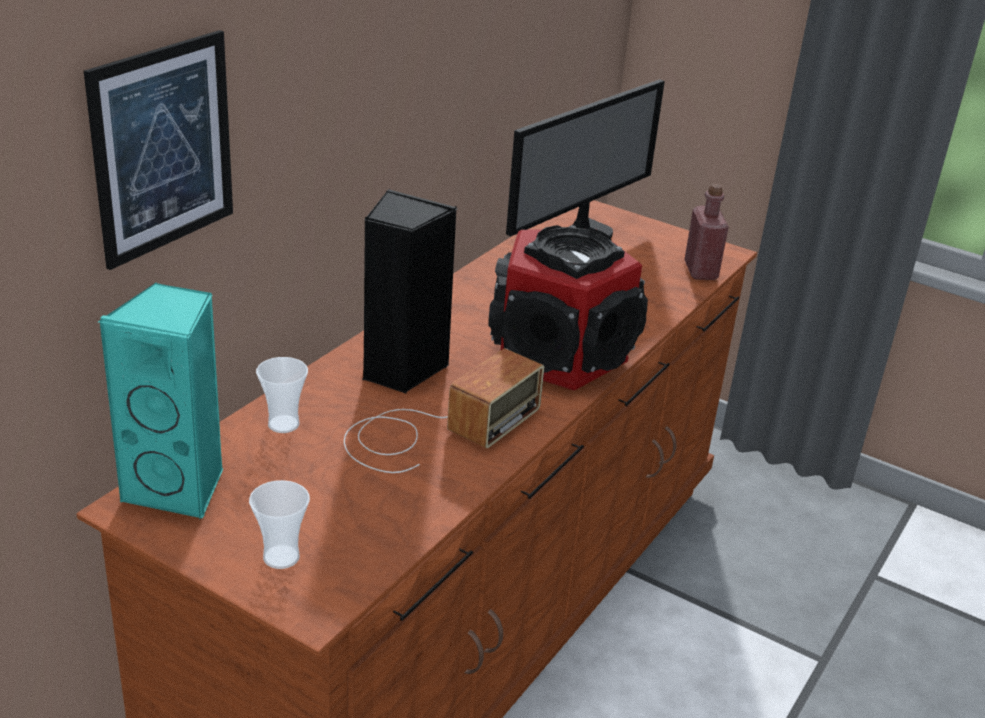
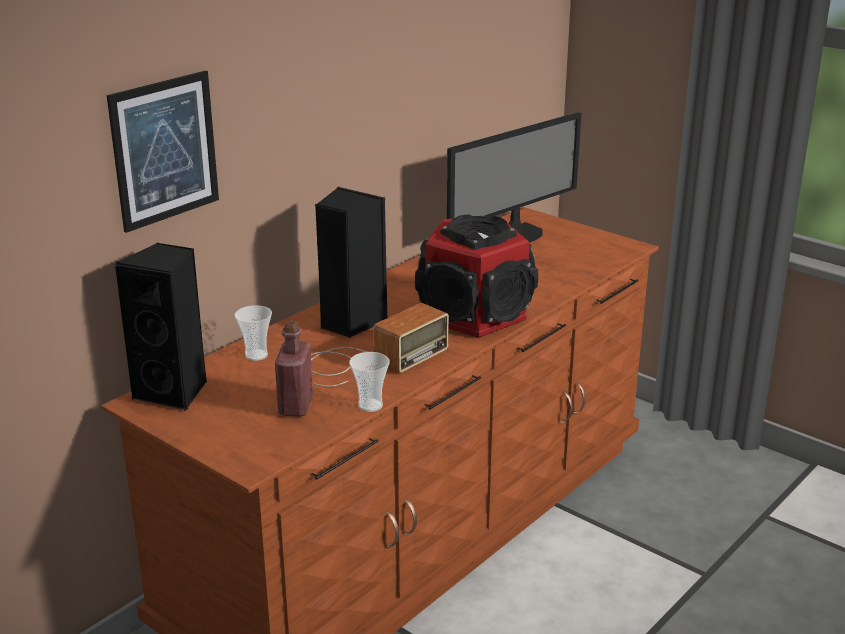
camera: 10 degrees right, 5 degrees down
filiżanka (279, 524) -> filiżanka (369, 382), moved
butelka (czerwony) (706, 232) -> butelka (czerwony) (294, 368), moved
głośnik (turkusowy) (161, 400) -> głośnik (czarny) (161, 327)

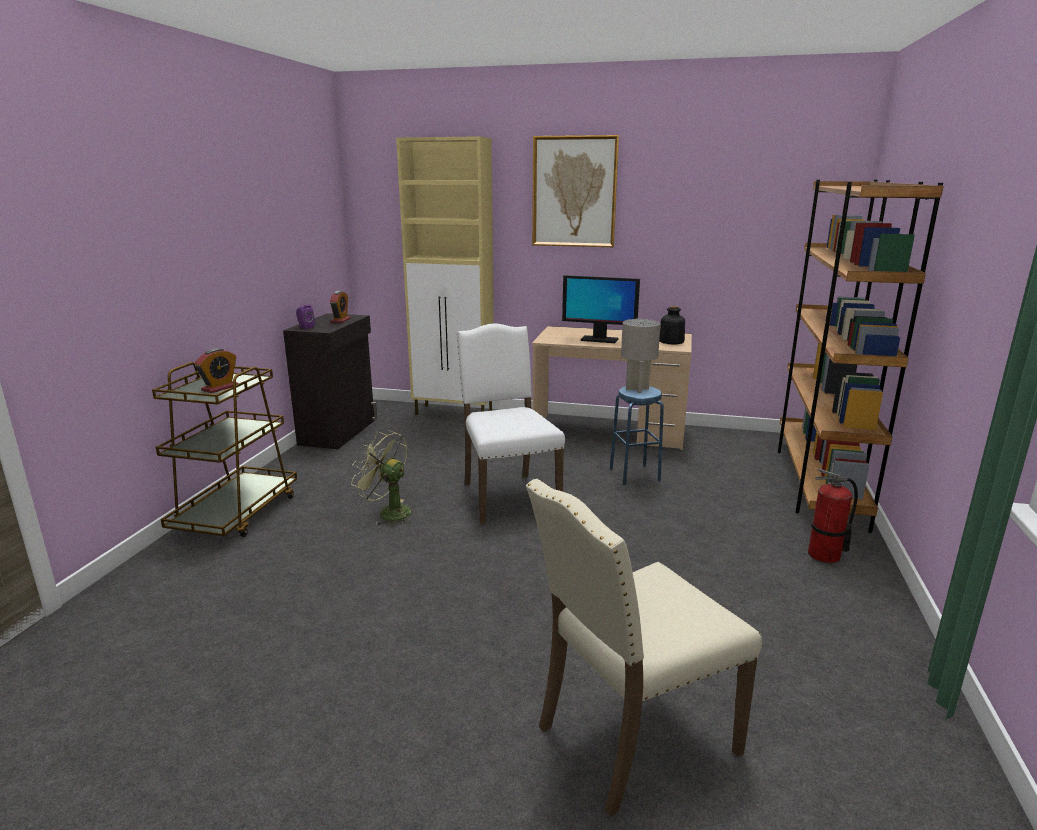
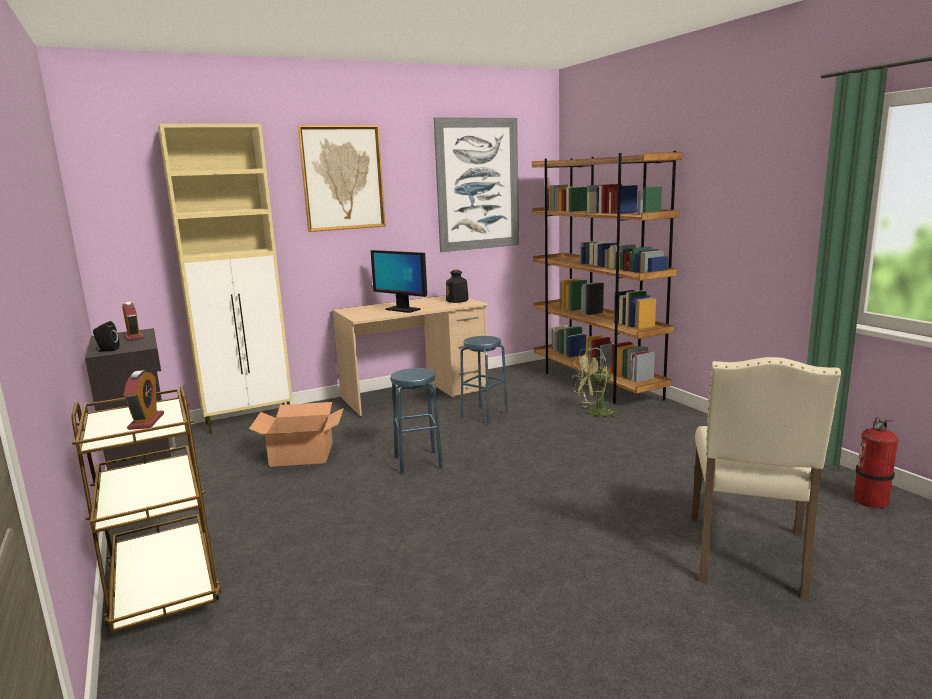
camera: 40 degrees left, 5 degrees down
lampa stołowa (szary) (641, 356) -> none
none -> karton (296, 434)
none -> obraz (476, 184)
wentylator (zielony) (381, 478) -> wentylator (zielony) (597, 384), moved
gaśnica (833, 515) -> gaśnica (876, 463), moved
krzesło (biały) (511, 424) -> stołek (niebieski) (417, 421)
głośnik (fioletowy) (305, 317) -> głośnik (czarny) (106, 336)
monitor (601, 309) -> monitor (398, 281), 60 degrees clockwise

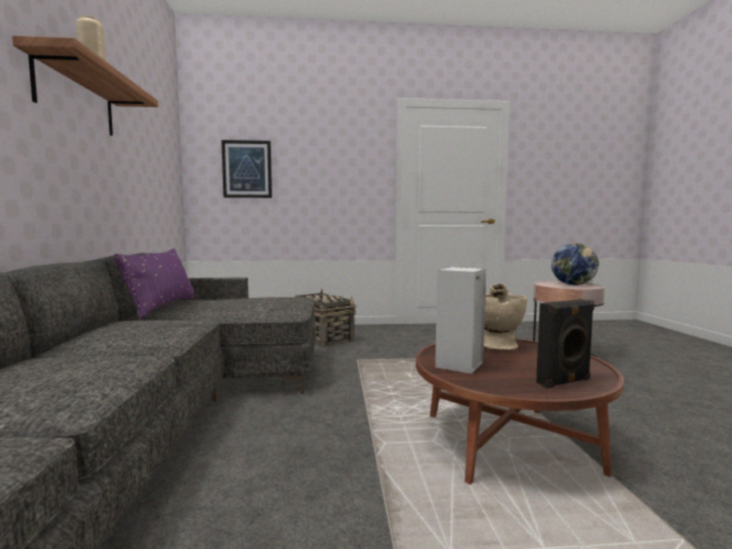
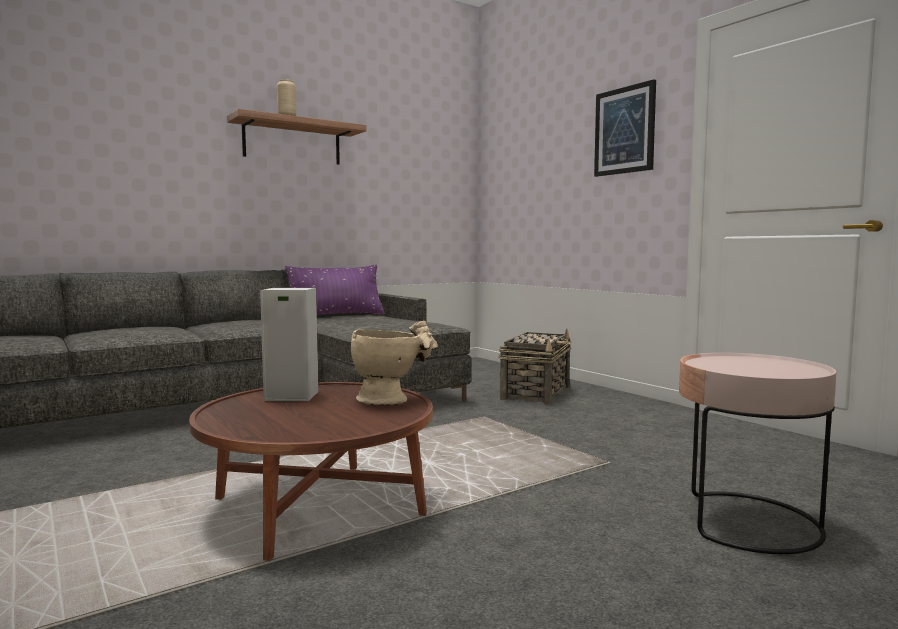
camera: 60 degrees right, 0 degrees up
głośnik (czarny) (565, 343) -> none
globus (575, 264) -> none
obraz (246, 169) -> obraz (625, 128), moved

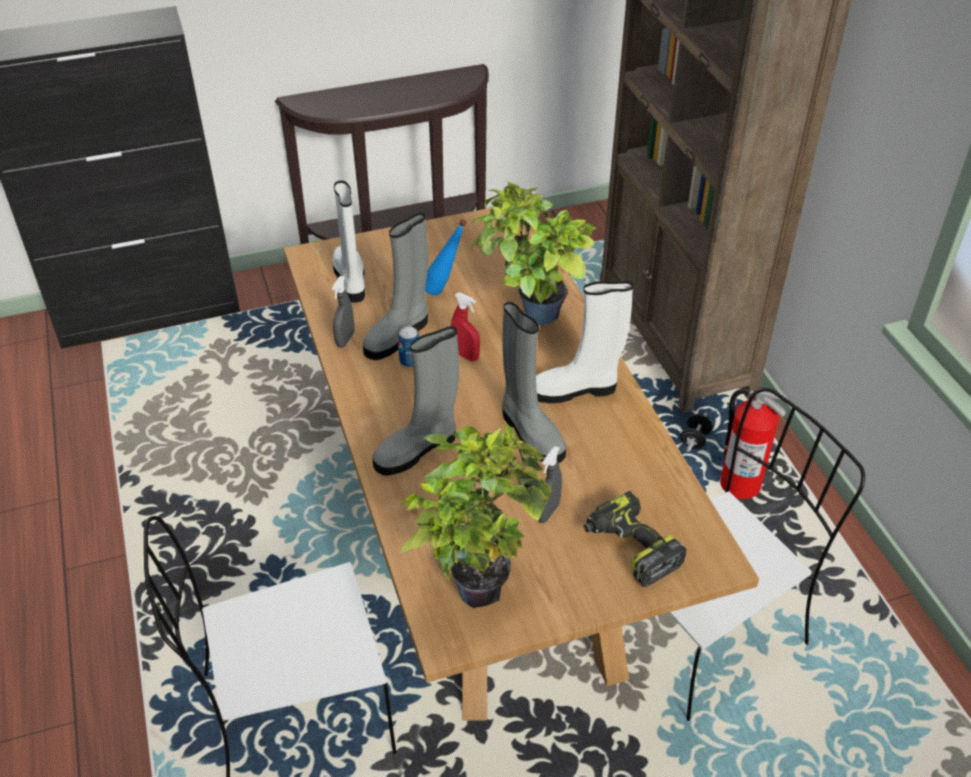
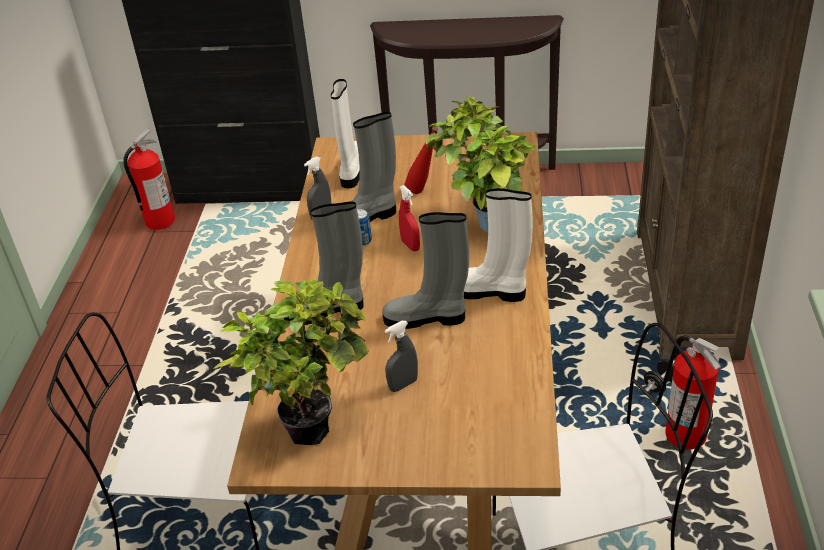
camera: 25 degrees right, 5 degrees down
wiertarka (635, 539) -> none
none -> gaśnica (149, 179)
butelka (niebieski) (446, 257) -> butelka (czerwony) (421, 160)
but z cholewką (szary) (534, 382) -> but z cholewką (szary) (425, 270), 105 degrees clockwise

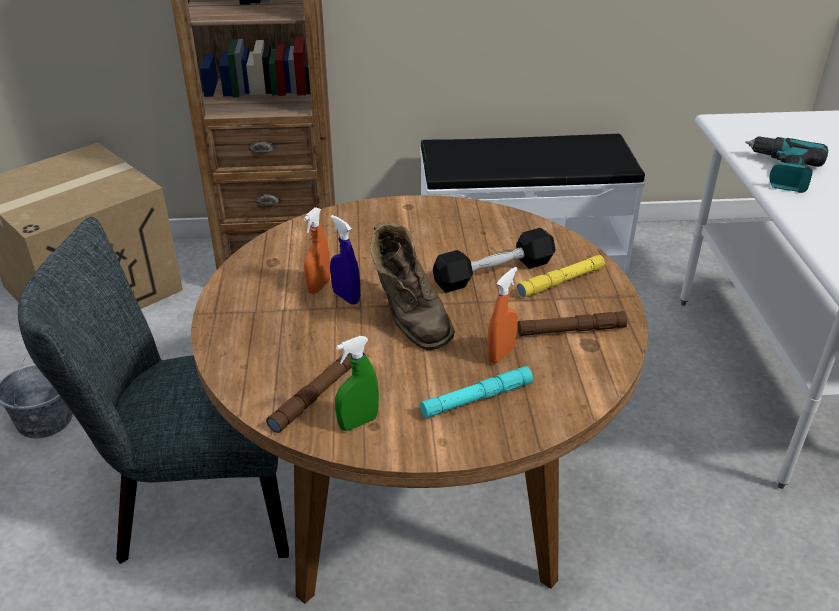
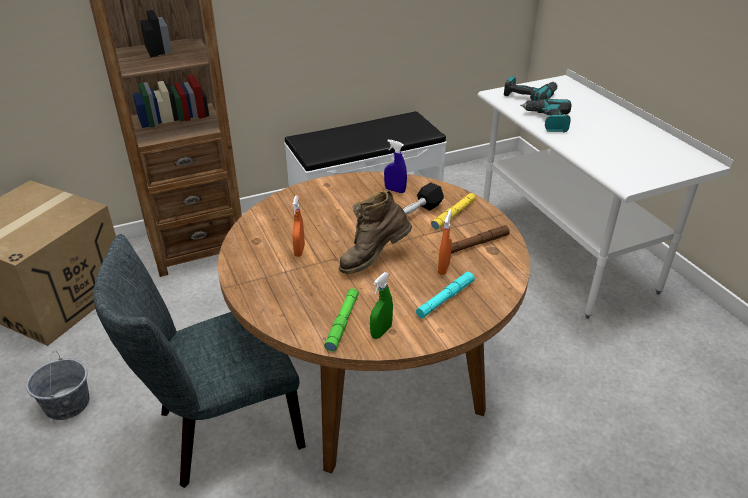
camera: 20 degrees left, 0 degrees up
none -> wiertarka (531, 88)
spryskiwacz (niebieski) (345, 260) -> spryskiwacz (niebieski) (395, 166), moved
latarka (brązowy) (309, 393) -> latarka (zielony) (341, 320)
but z cholewką (brązowy) (412, 286) -> but z cholewką (brązowy) (375, 232), 105 degrees clockwise

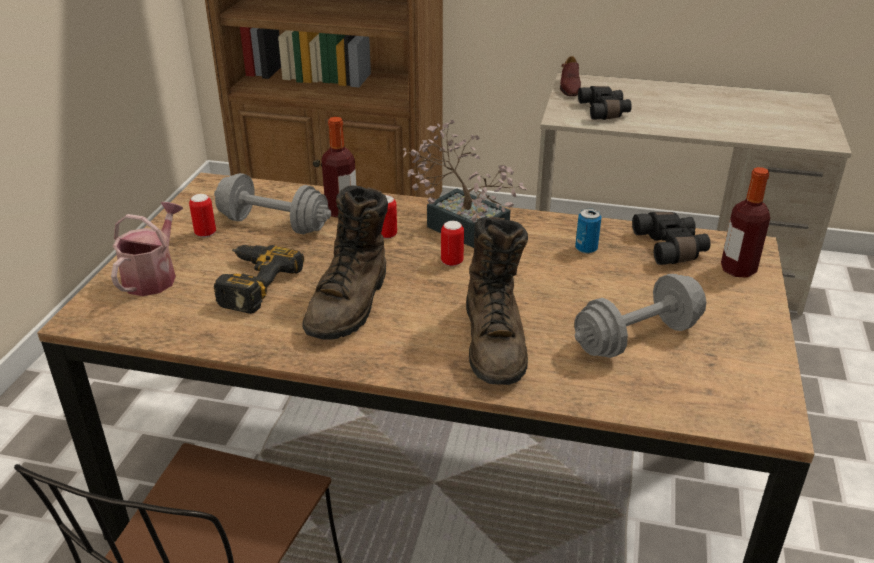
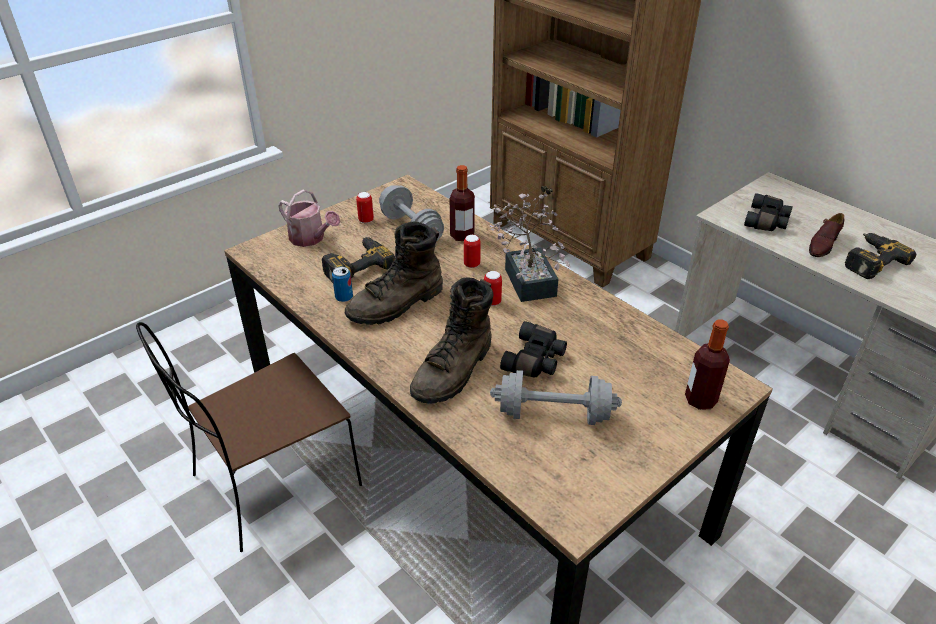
camera: 35 degrees right, 5 degrees up
none -> wiertarka (880, 256)
but (brązowy) (570, 76) -> but (brązowy) (826, 235), moved
puszka (588, 231) -> puszka (342, 284), moved
lornetka (czarny) (671, 238) -> lornetka (czarny) (533, 349), moved
konewka (147, 249) -> konewka (309, 218), 75 degrees clockwise

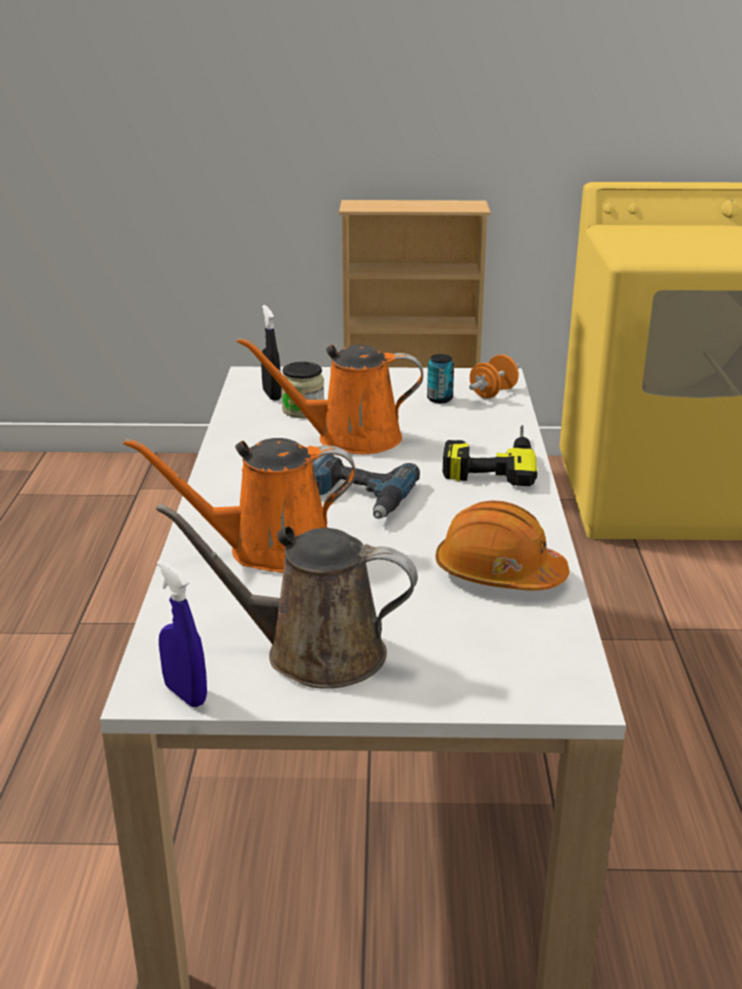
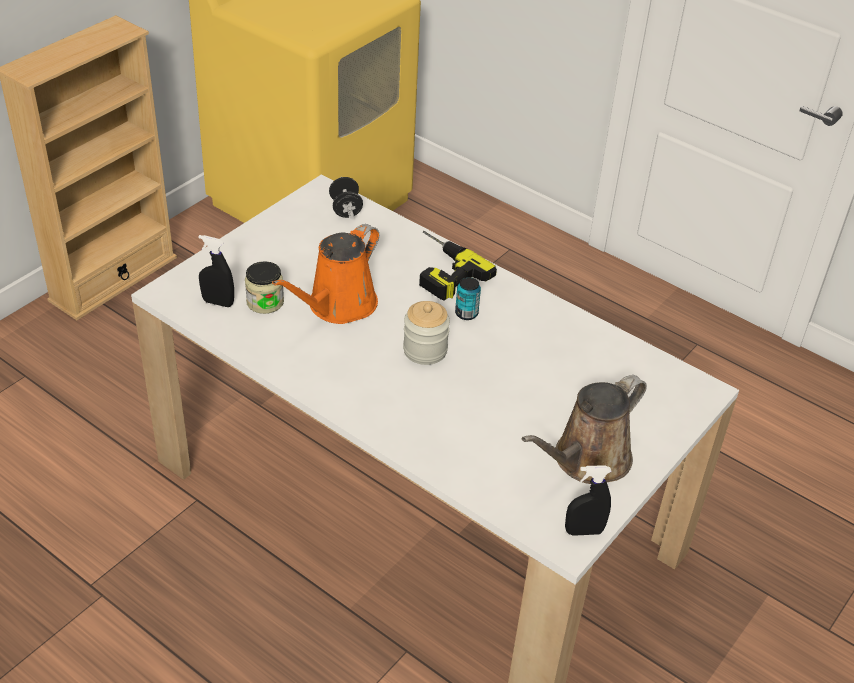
camera: 55 degrees left, 15 degrees up
konewka (pomarańczowy) (239, 505) -> none
kask (pomarańczowy) (502, 545) -> none
puszka (440, 378) -> puszka (468, 298), moved
wiertarka (366, 486) -> słoik (426, 333)
spryskiwacz (niebieski) (182, 633) -> spryskiwacz (czarny) (588, 500)
hantel (pomarańczowy) (494, 376) -> hantel (czarny) (346, 197)

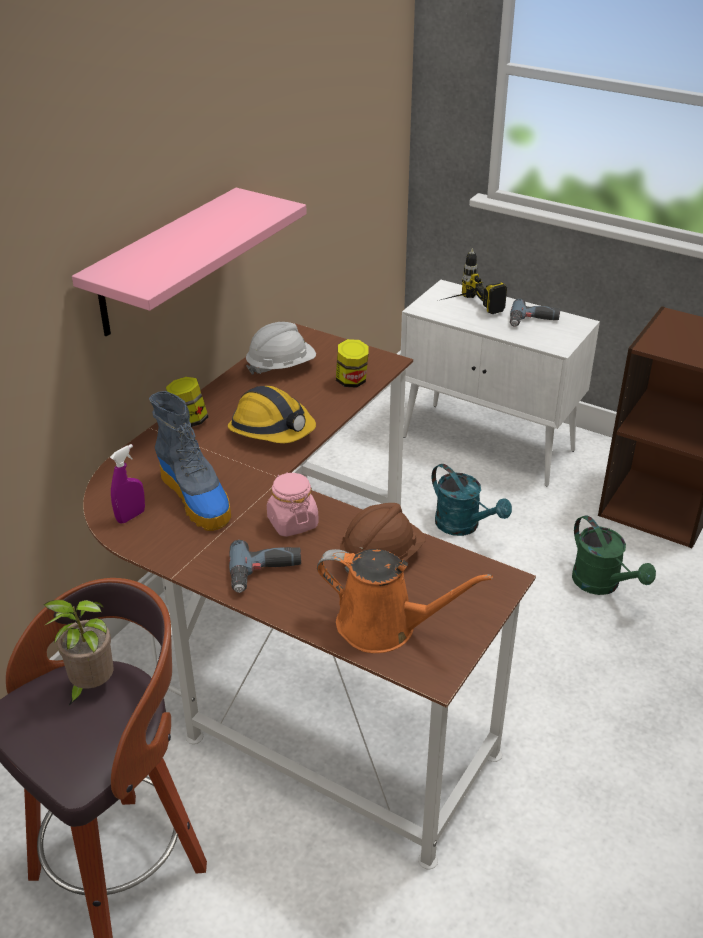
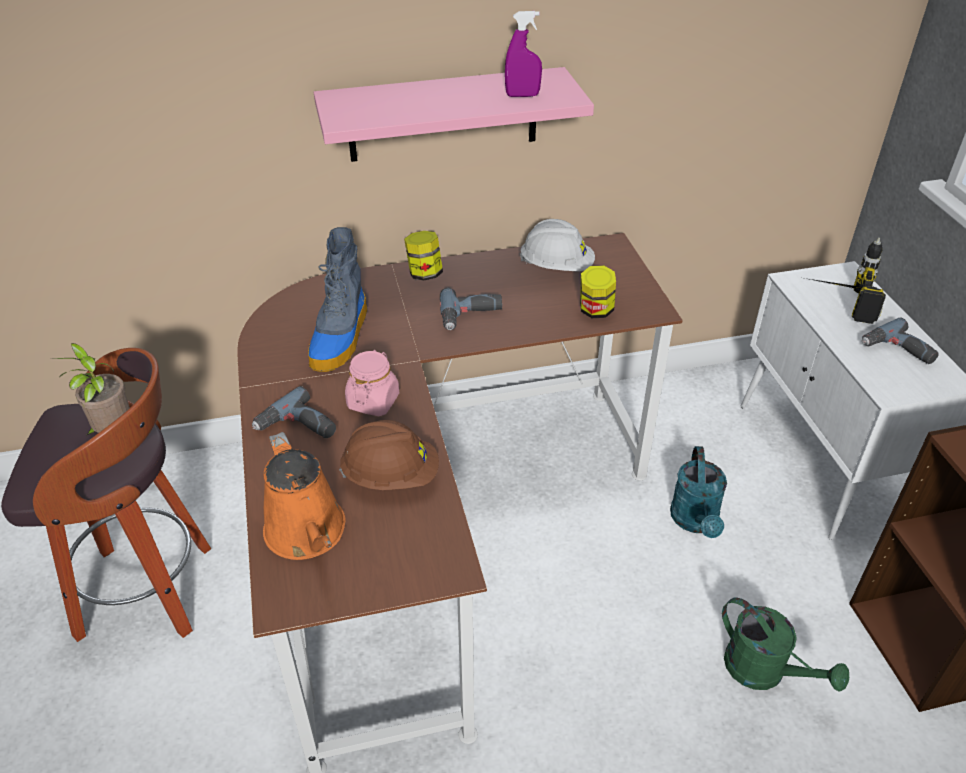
camera: 45 degrees right, 5 degrees up
spryskiwacz (fioletowy) (127, 484) -> spryskiwacz (fioletowy) (523, 54), moved
kask (272, 414) -> wiertarka (471, 309)
konewka (zielony) (614, 555) -> konewka (zielony) (785, 644), 60 degrees counterclockwise

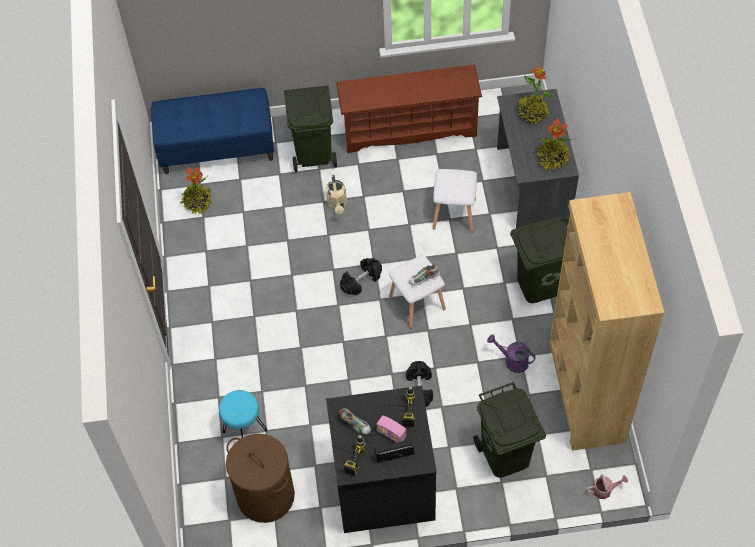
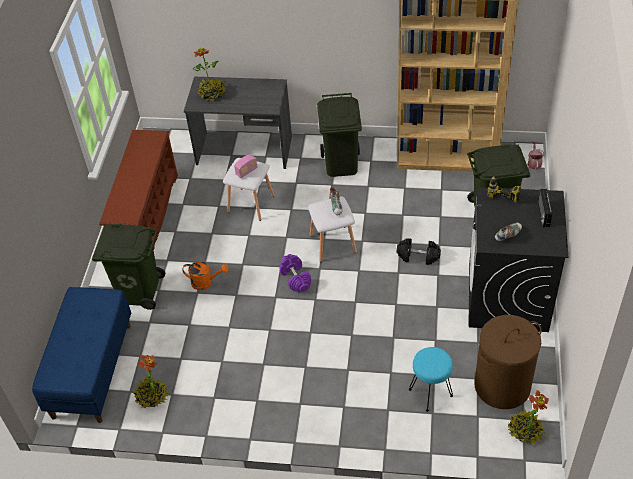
camera: 75 degrees left, 10 degrees down
wiertarka (349, 455) -> none
konewka (fioletowy) (511, 353) -> none
radio (392, 428) -> radio (246, 166), moved
roślina doniczkowa (554, 144) -> roślina doniczkowa (528, 417), moved
konewka (beżowy) (336, 194) -> konewka (pomarańczowy) (205, 275)
hantel (czarny) (361, 276) -> hantel (fioletowy) (295, 273)

